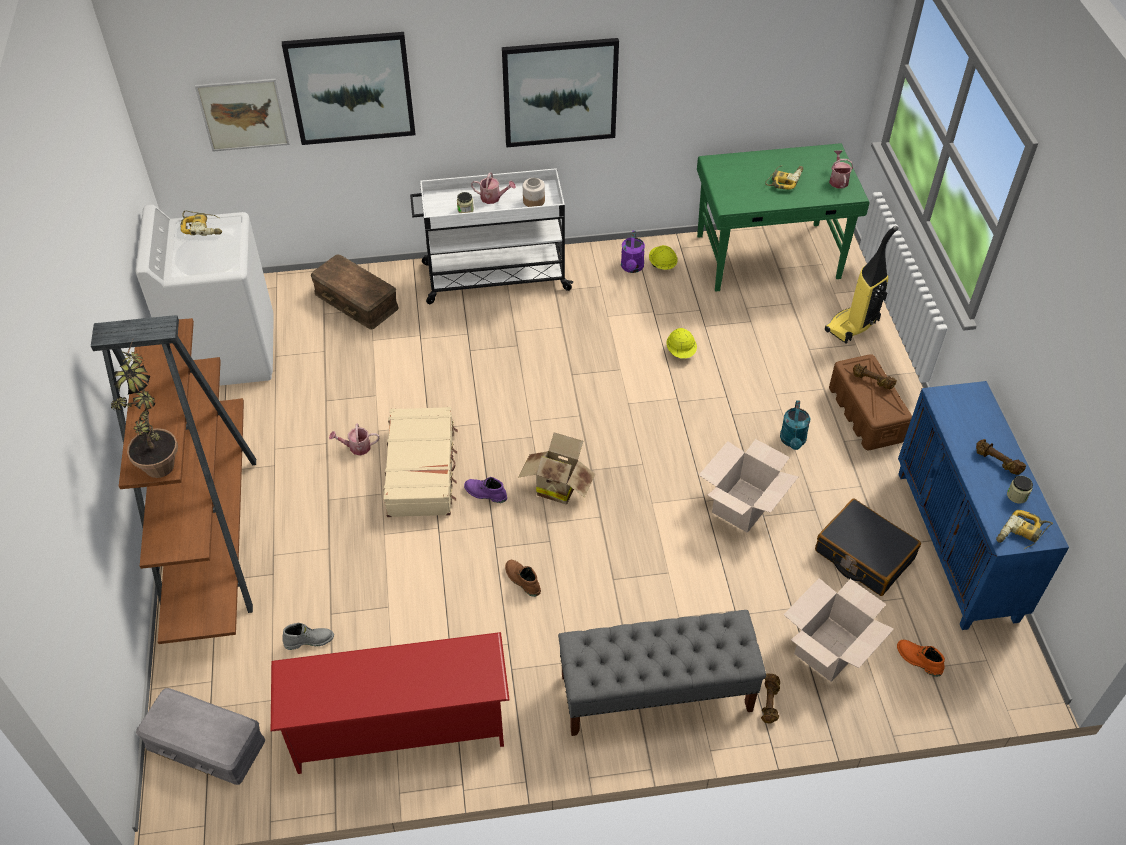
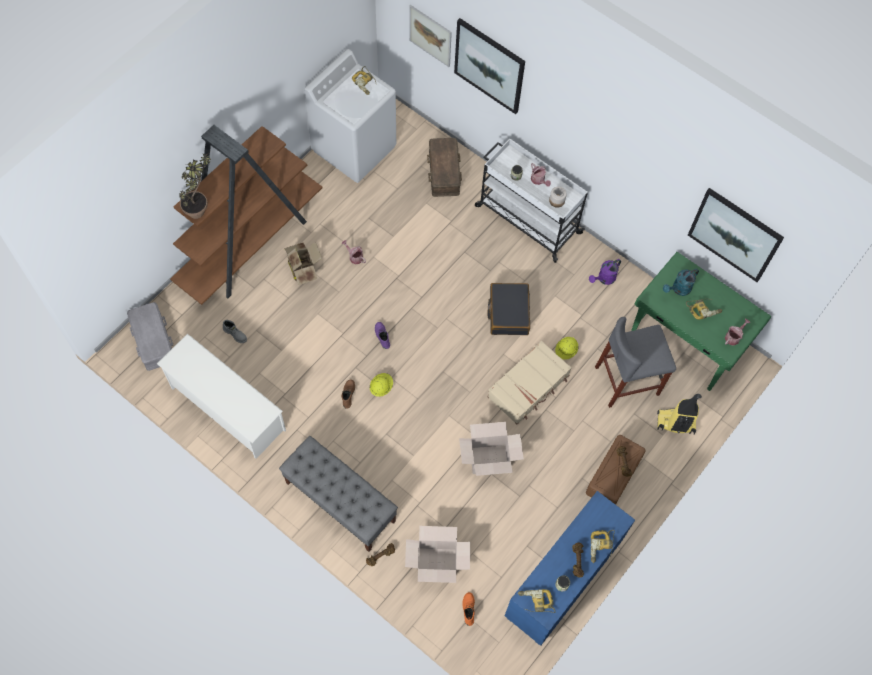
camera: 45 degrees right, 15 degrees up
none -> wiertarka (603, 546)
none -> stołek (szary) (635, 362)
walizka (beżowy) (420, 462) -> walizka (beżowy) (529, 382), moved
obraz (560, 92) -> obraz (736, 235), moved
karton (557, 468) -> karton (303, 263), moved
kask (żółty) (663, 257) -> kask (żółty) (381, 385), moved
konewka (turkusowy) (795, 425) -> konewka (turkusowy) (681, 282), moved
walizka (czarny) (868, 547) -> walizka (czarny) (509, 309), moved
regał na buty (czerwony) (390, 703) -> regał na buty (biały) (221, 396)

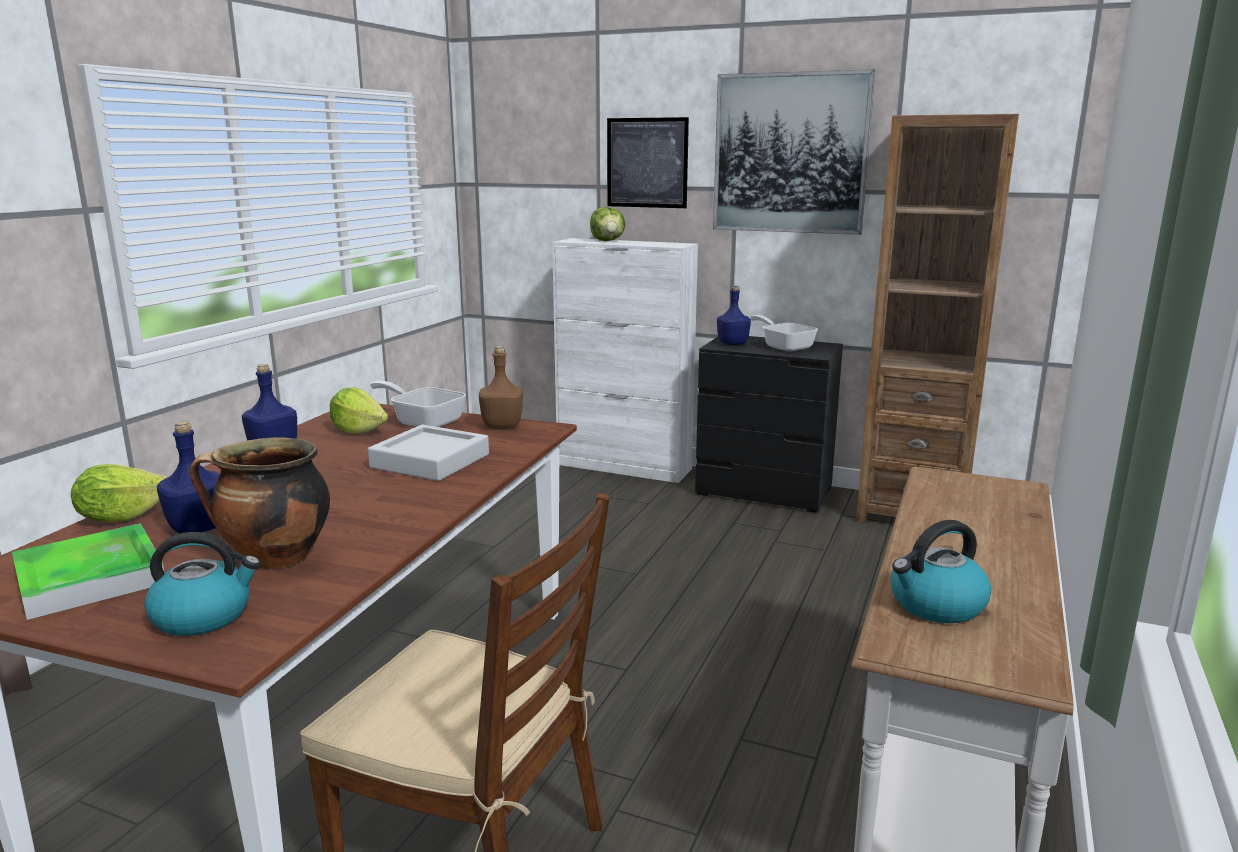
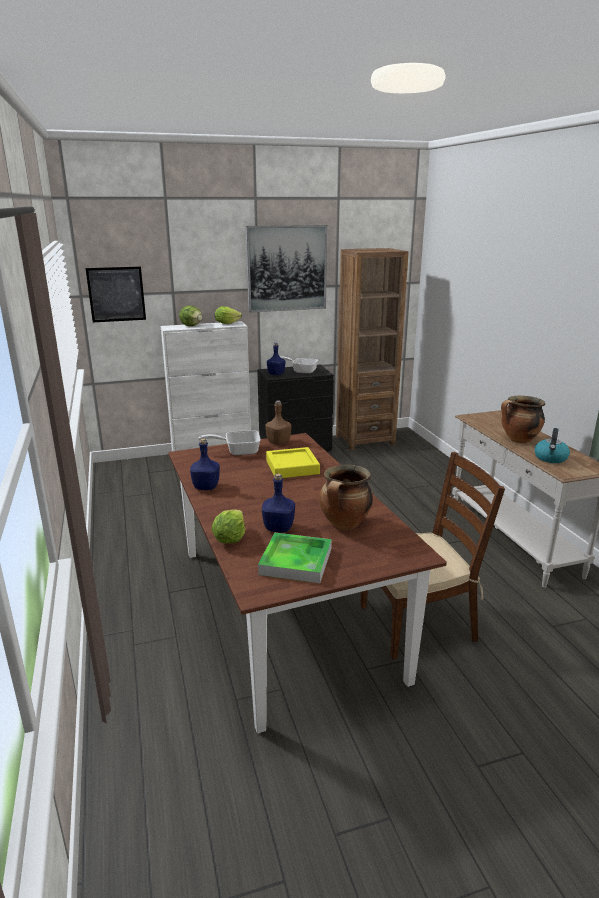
camera: 40 degrees left, 5 degrees up
czajnik (202, 584) -> none
none -> garnek (523, 419)
sałata (359, 410) -> sałata (228, 315), moved
obraz (648, 162) -> obraz (116, 294), moved
taca (szary) (428, 453) -> taca (żółty) (293, 462)

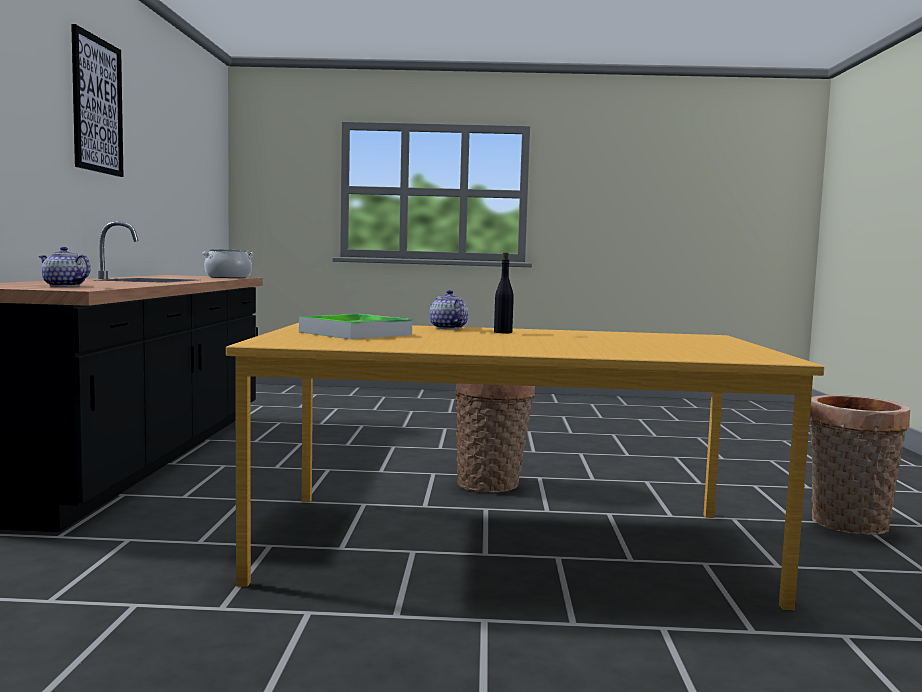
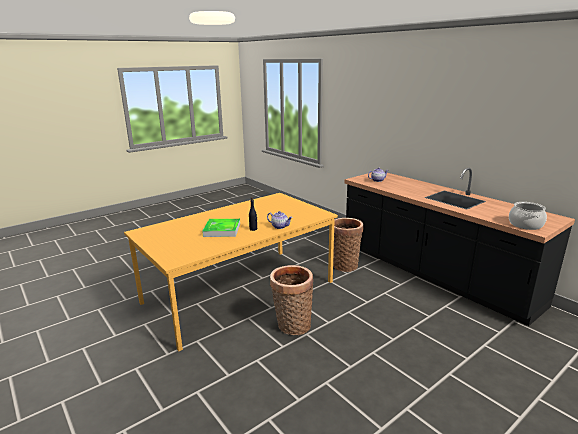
camera: 140 degrees right, 15 degrees up
obraz (97, 100) -> none
taca (355, 326) -> taca (221, 228), moved
koszyk (860, 465) -> koszyk (348, 245), moved

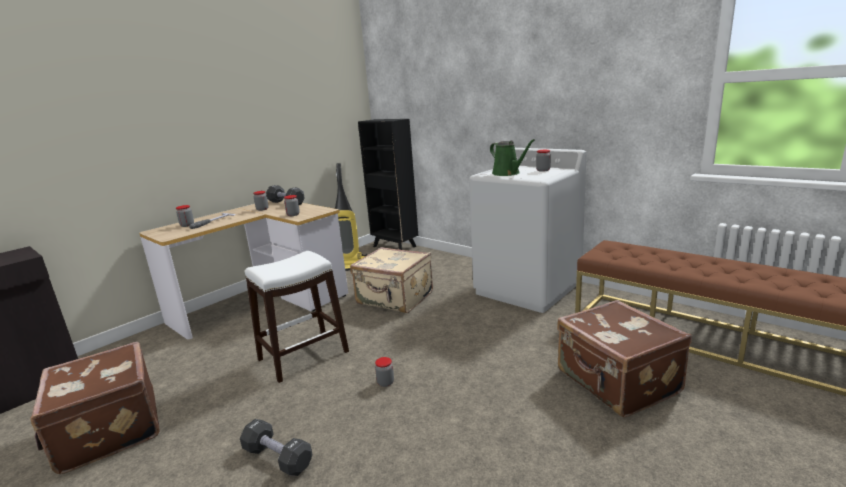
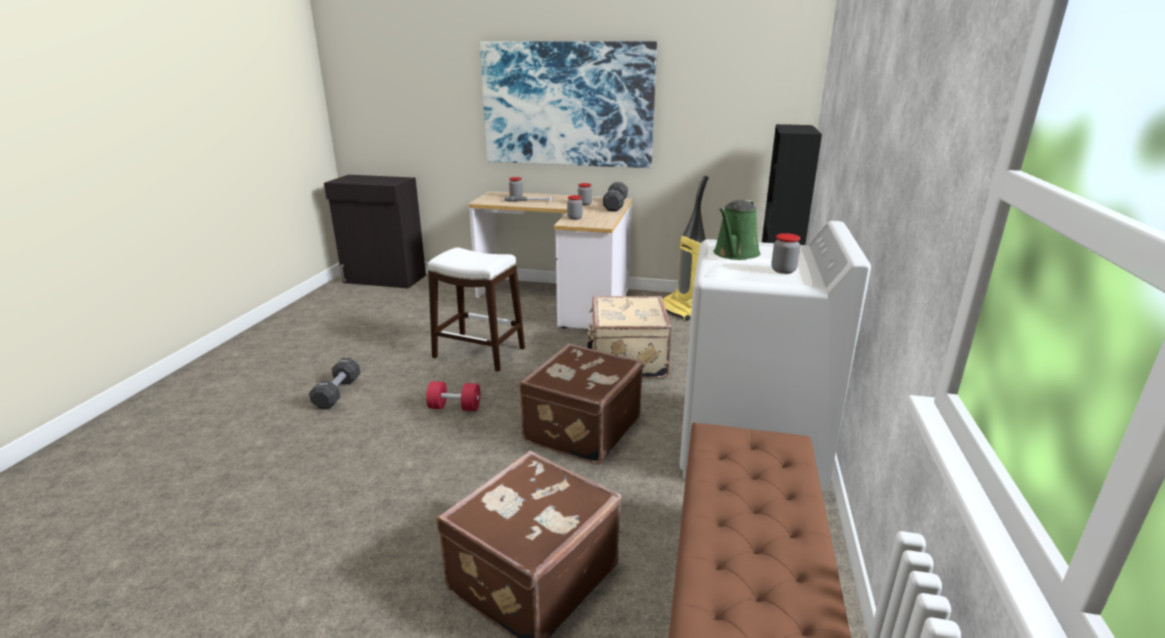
camera: 60 degrees right, 5 degrees up
none -> obraz (568, 104)
walizka (brązowy) (95, 408) -> walizka (brązowy) (581, 404), moved
słoik (384, 372) -> hantel (czerwony) (453, 396)

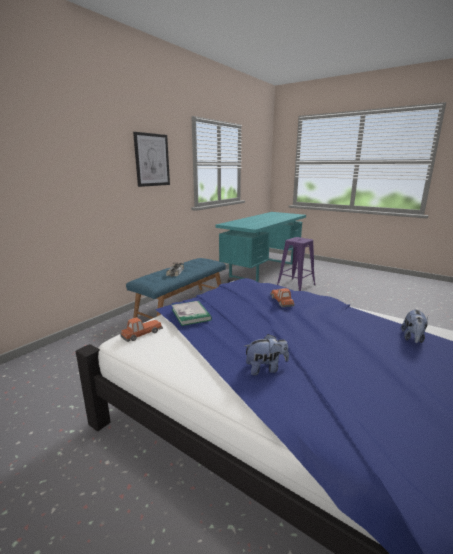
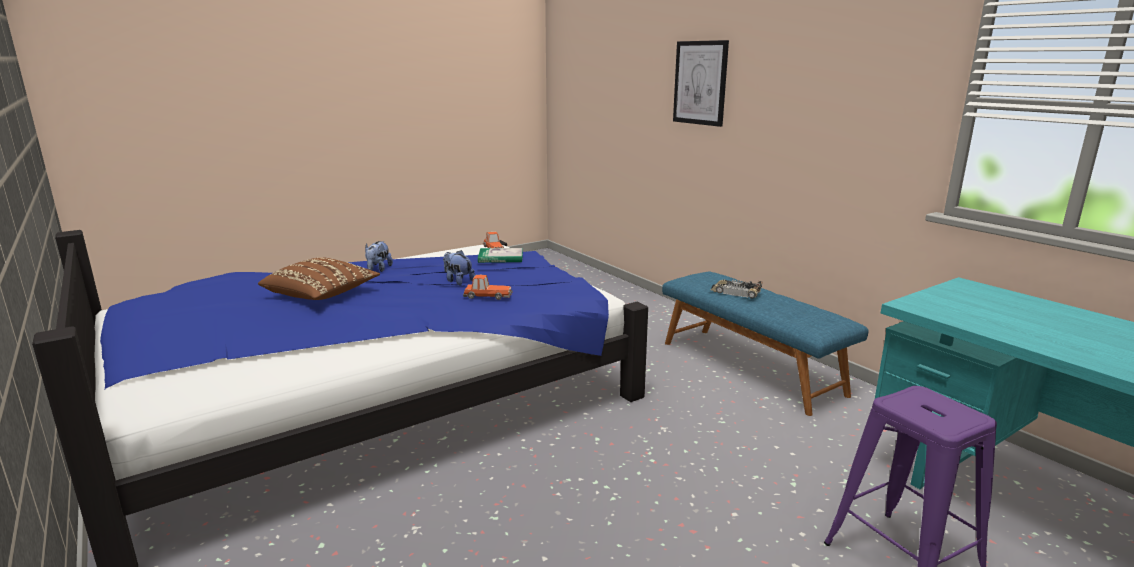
camera: 110 degrees right, 0 degrees up
none -> poduszka (brązowy) (319, 278)
obraz (151, 159) -> obraz (701, 83), moved
pluszak (414, 326) -> pluszak (459, 267), moved

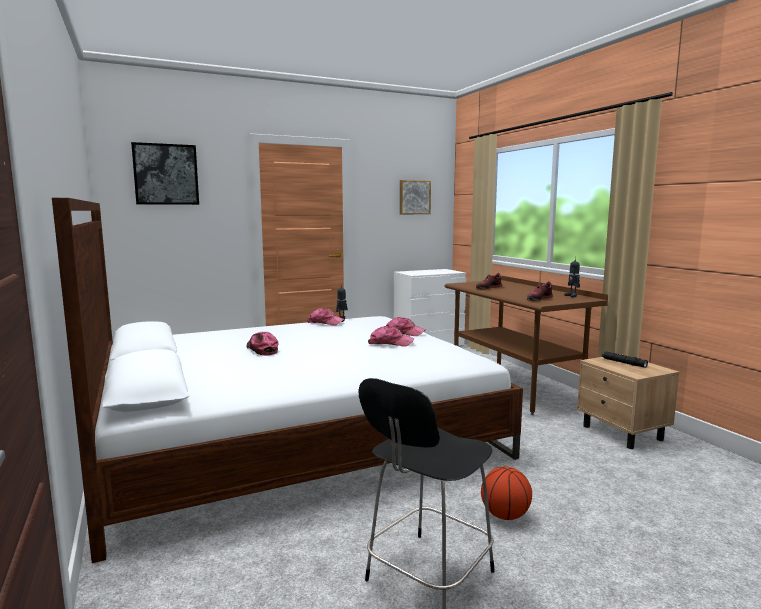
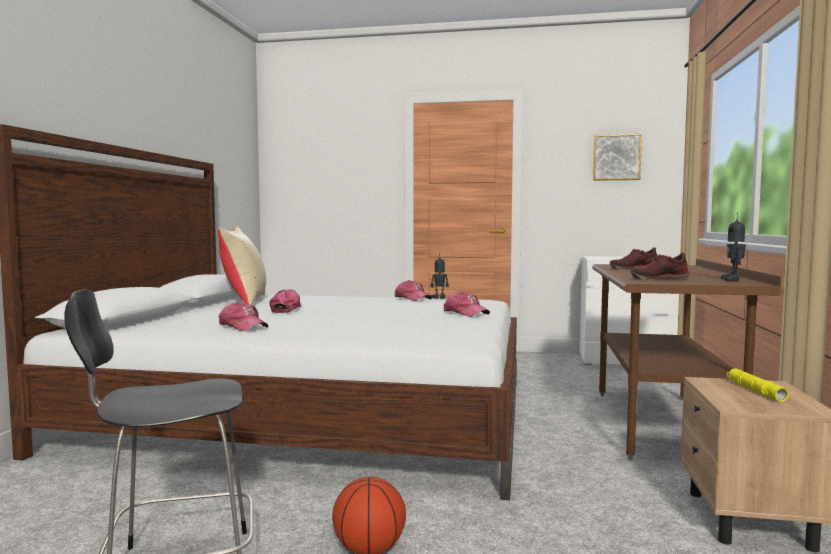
camera: 35 degrees right, 5 degrees down
obraz (165, 173) -> none
none -> poduszka (beżowy) (242, 265)
czapka z daszkiem (391, 336) -> czapka z daszkiem (243, 316), moved
latarka (czarny) (625, 359) -> latarka (żółty) (758, 385)

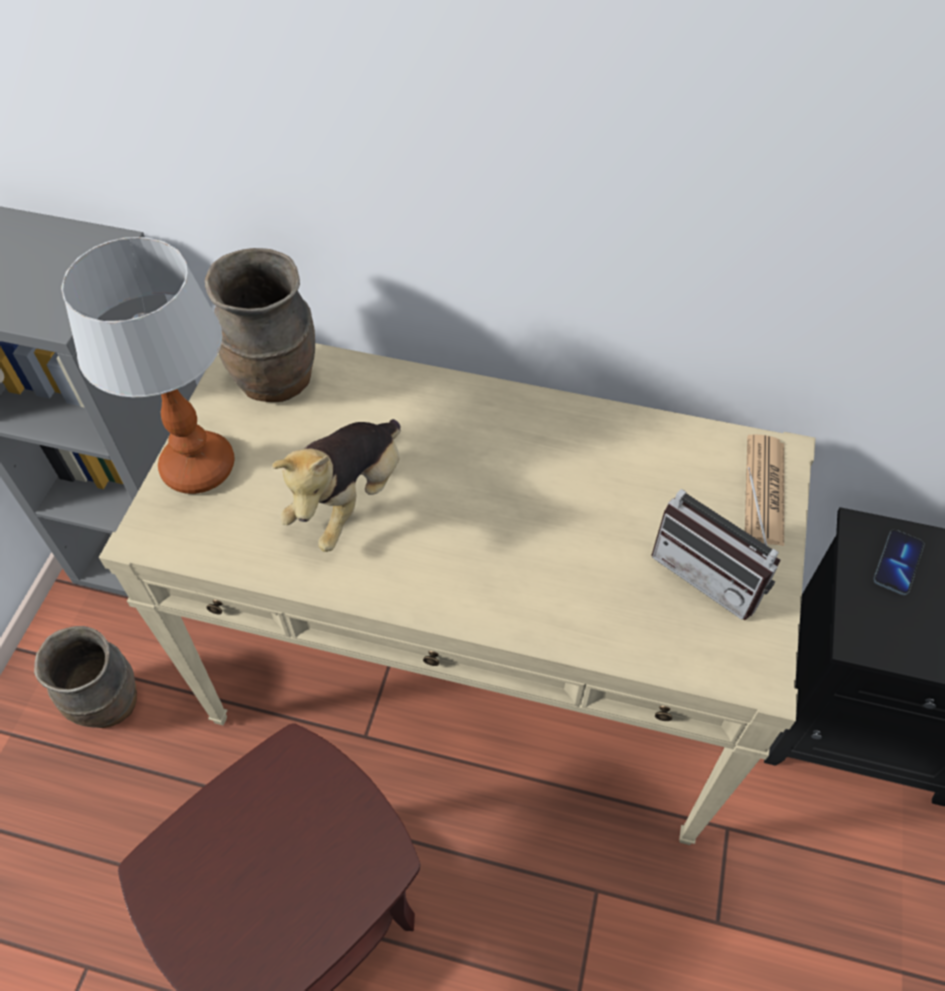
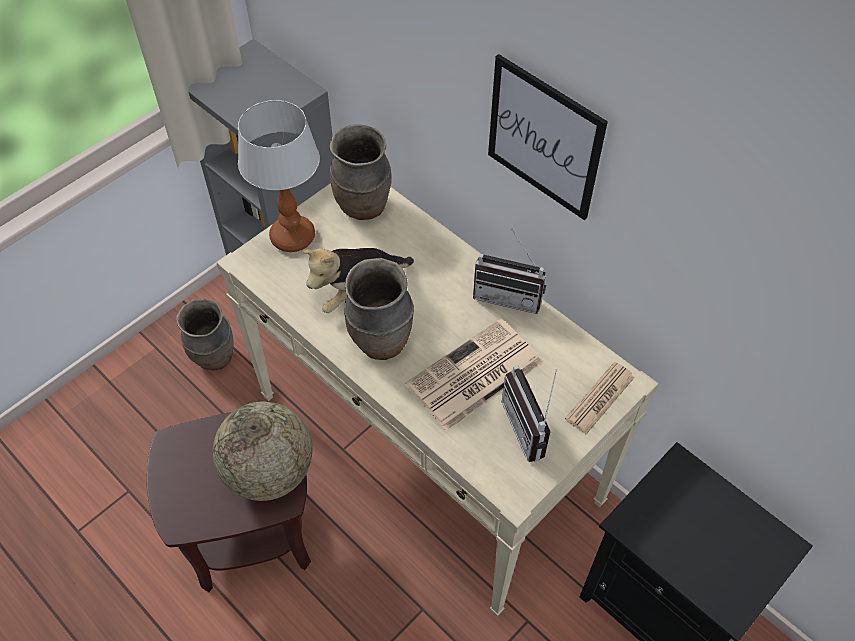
camera: 30 degrees right, 0 degrees up
telefon (898, 562) -> none
none -> globus (262, 451)
none -> wazon (brązowy) (379, 309)
none -> gazeta (474, 375)
none -> radio (509, 271)
none -> obraz (548, 137)

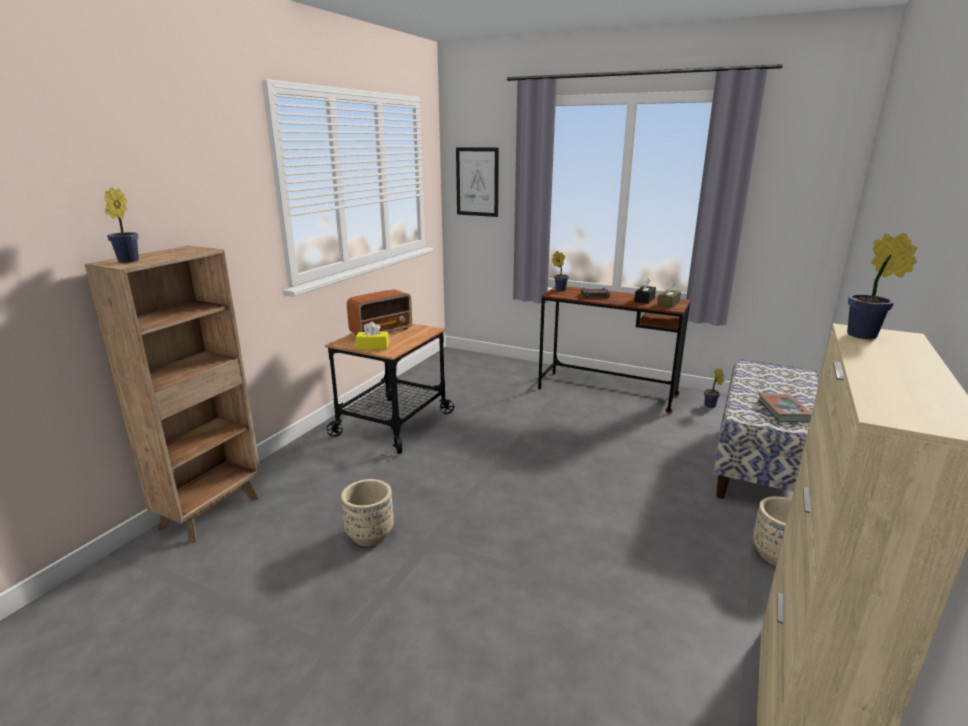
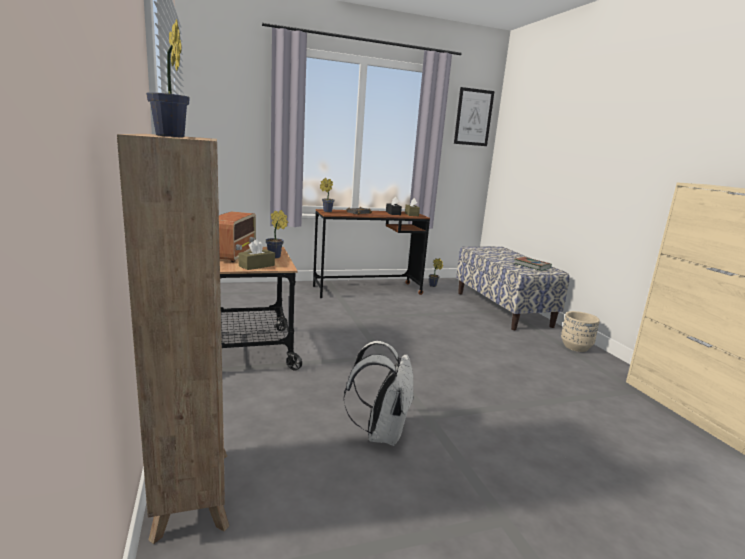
camera: 45 degrees left, 5 degrees down
obraz (477, 182) -> obraz (474, 116), moved
roślina doniczkowa (882, 286) -> roślina doniczkowa (277, 234), moved
donica (beżowy) (367, 512) -> plecak (biały) (378, 393)
pudełko chusteczek (żółty) (372, 336) -> pudełko chusteczek (brązowy) (257, 254)

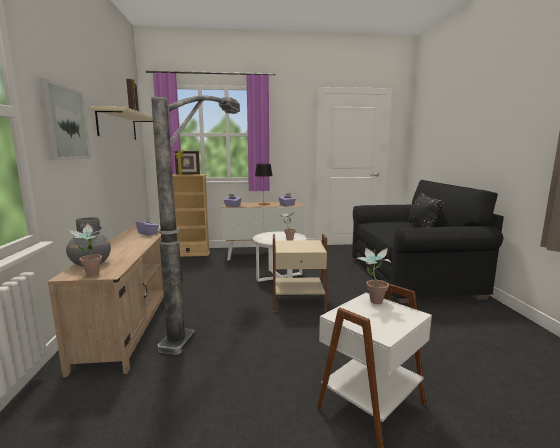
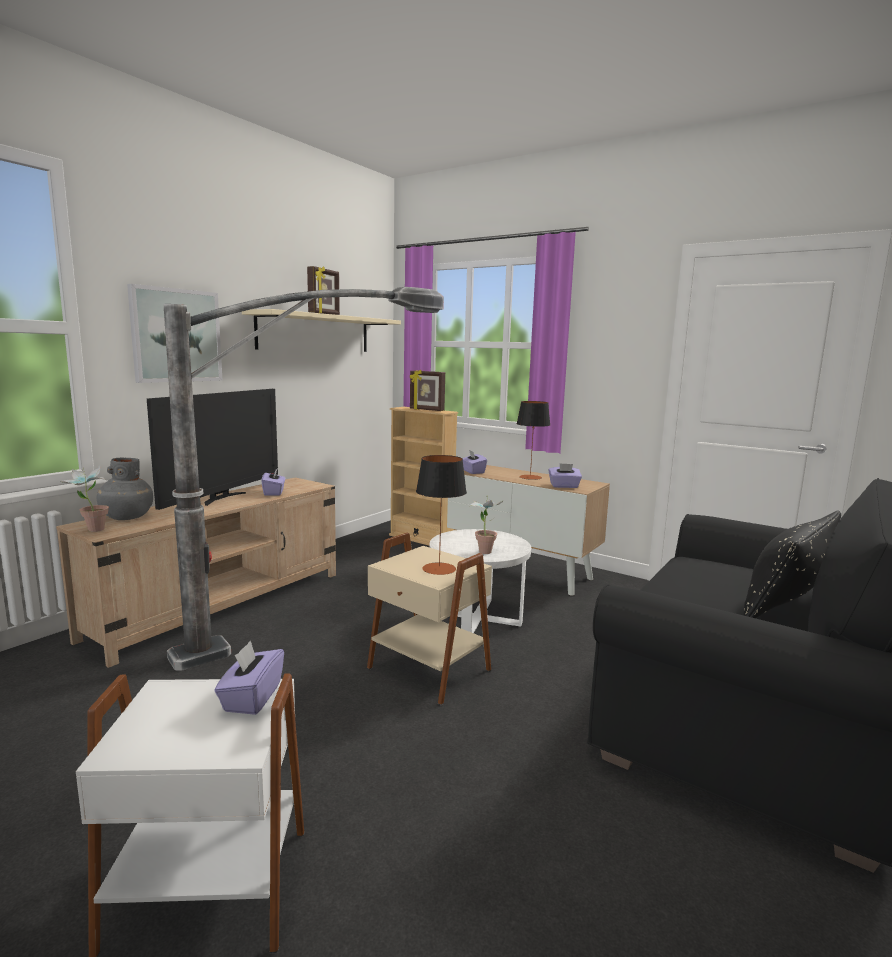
camera: 40 degrees right, 0 degrees up
none -> telewizor (212, 449)
none -> lampa stołowa (441, 515)
roślina doniczkowa (374, 275) -> pudełko chusteczek (fioletowy) (249, 677)

